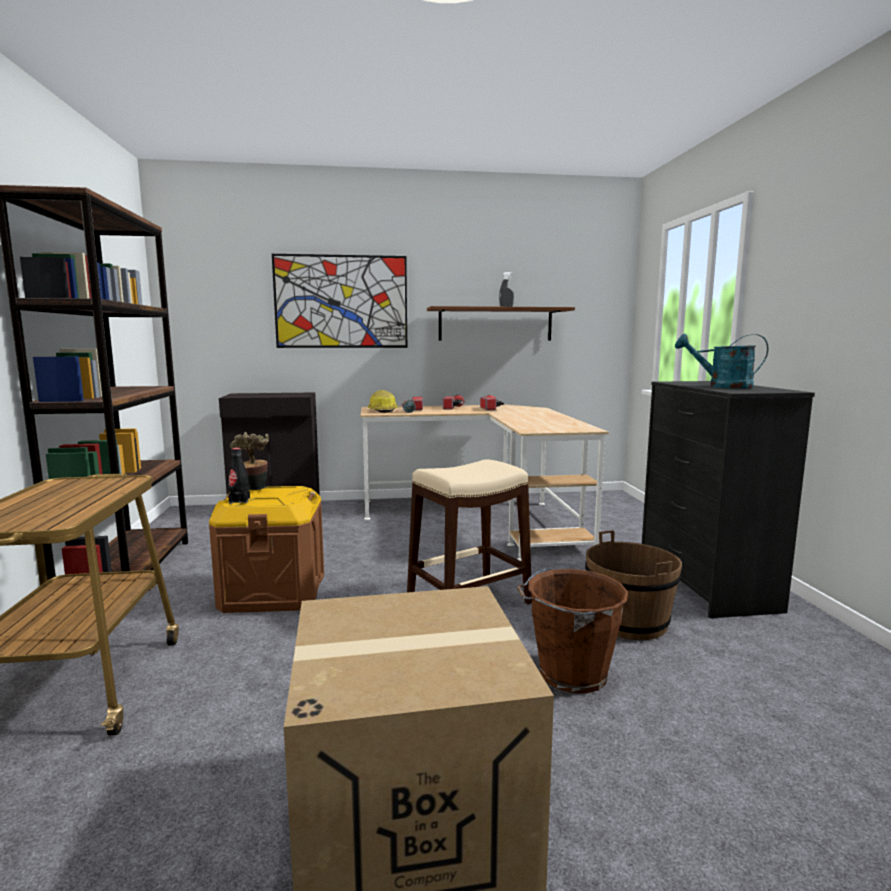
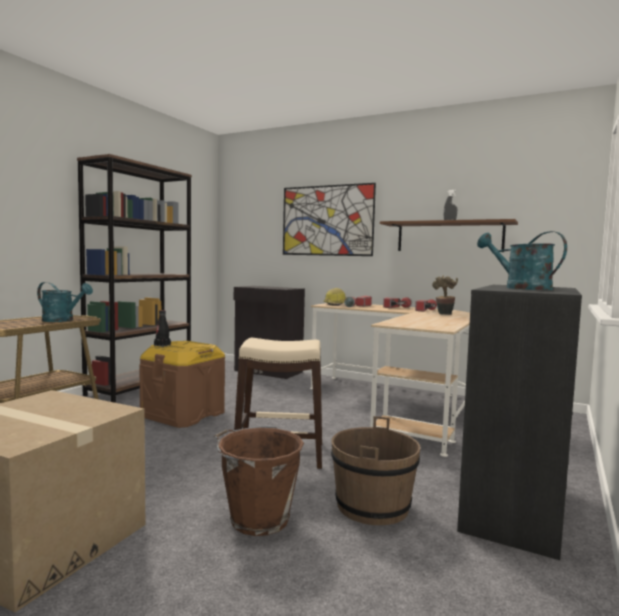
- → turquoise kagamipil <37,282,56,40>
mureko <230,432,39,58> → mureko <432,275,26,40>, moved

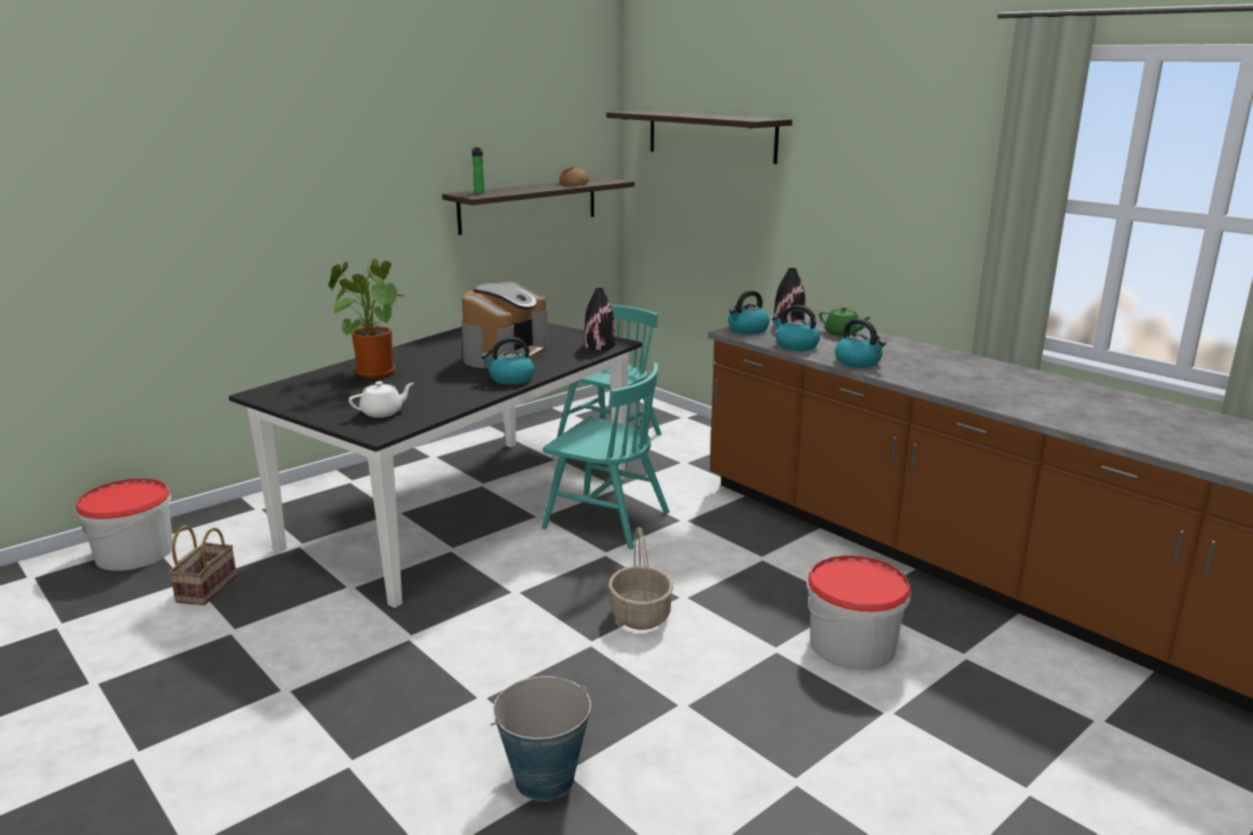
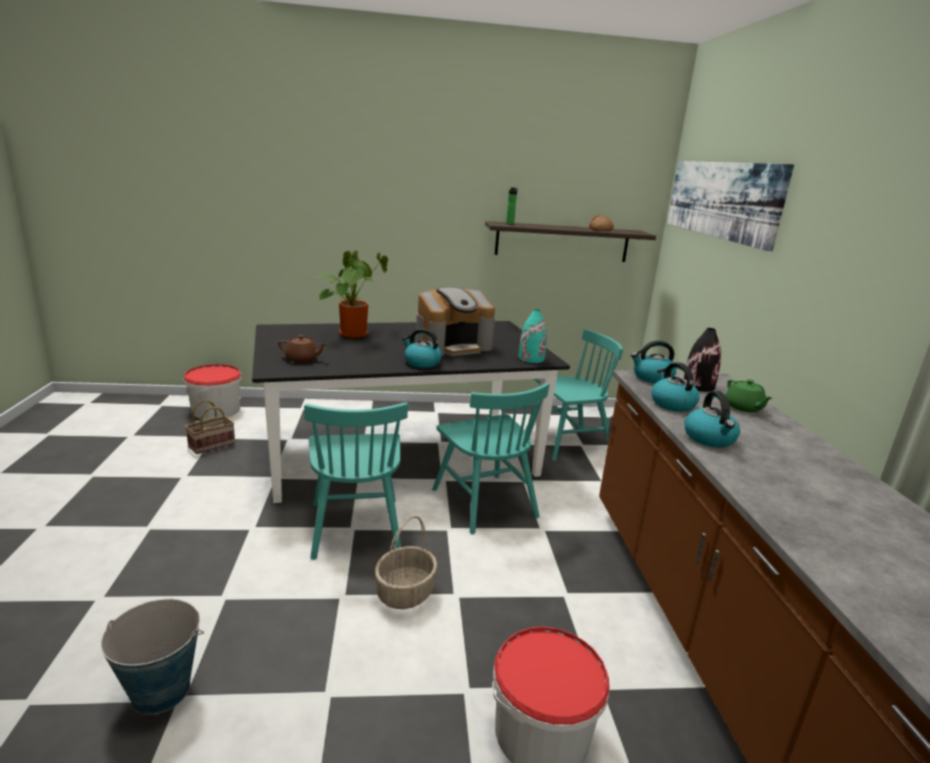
- → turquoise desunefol <304,402,104,158>
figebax <606,111,186,53> → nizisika <667,161,127,90>
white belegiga <349,381,65,37> → brown belegiga <278,335,49,27>
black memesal <585,288,30,62> → turquoise memesal <519,309,28,54>

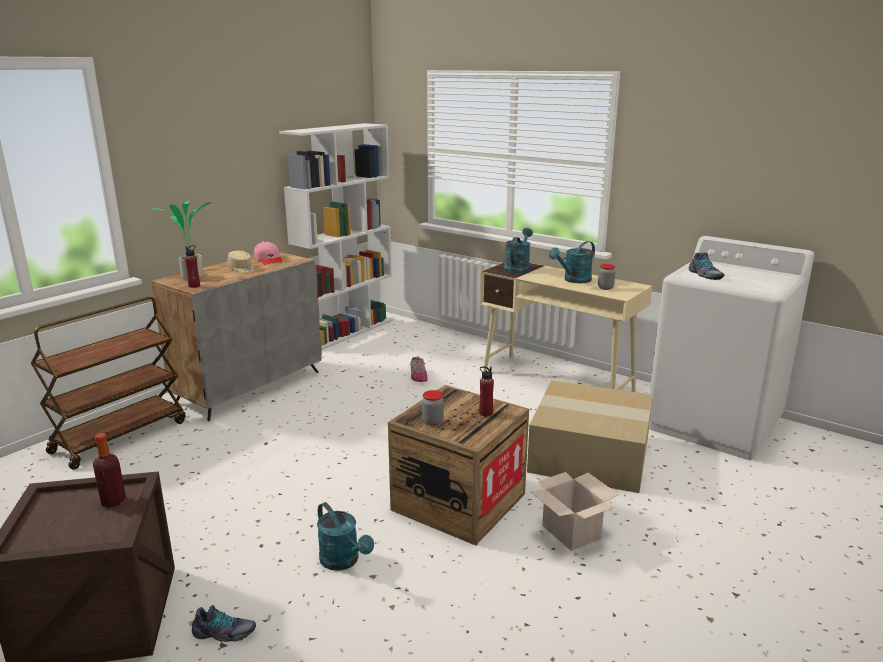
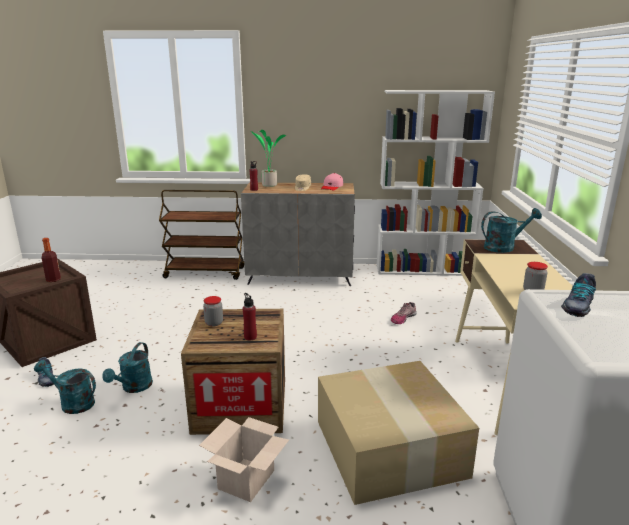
turquoise kagamipil <549,241,46,42> → turquoise kagamipil <34,360,62,54>, moved

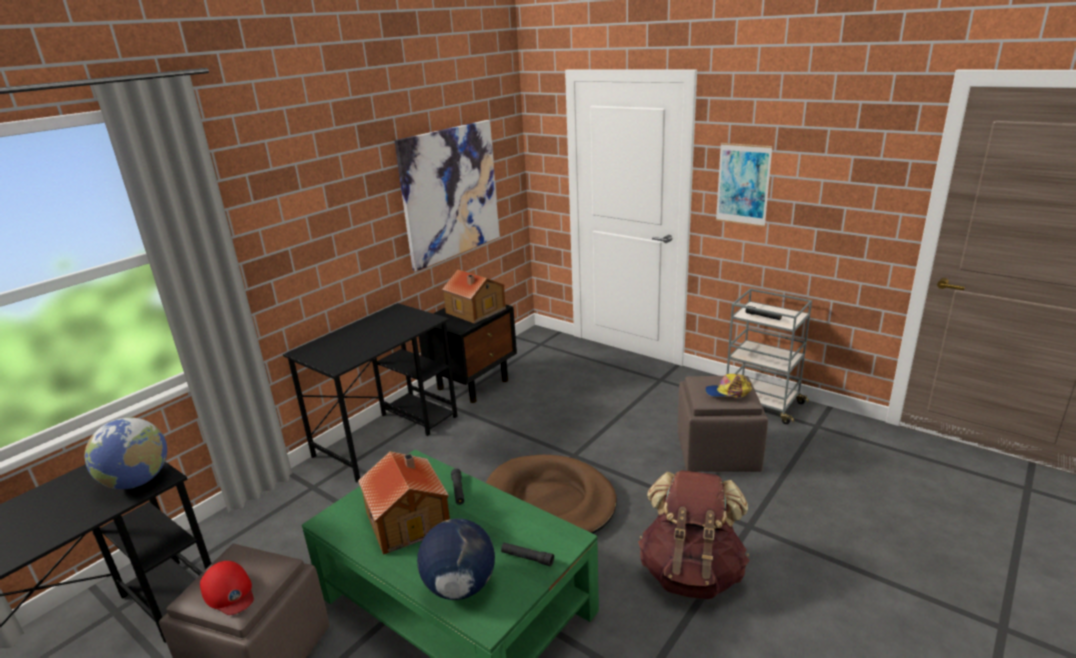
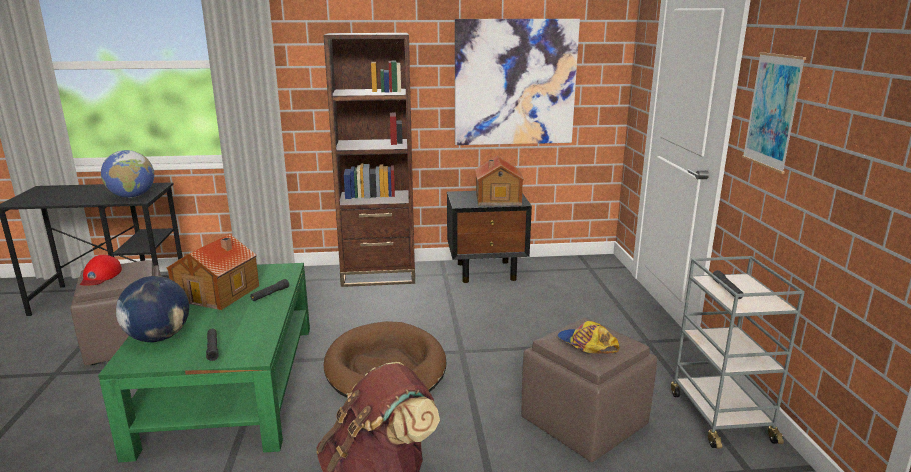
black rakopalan <283,303,174,179> → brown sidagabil <323,33,92,254>

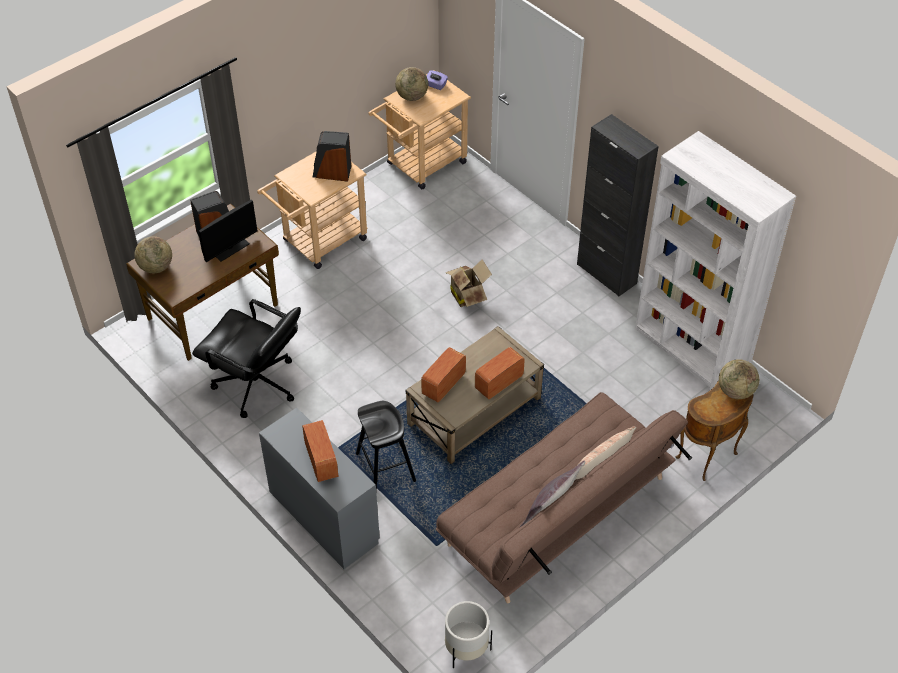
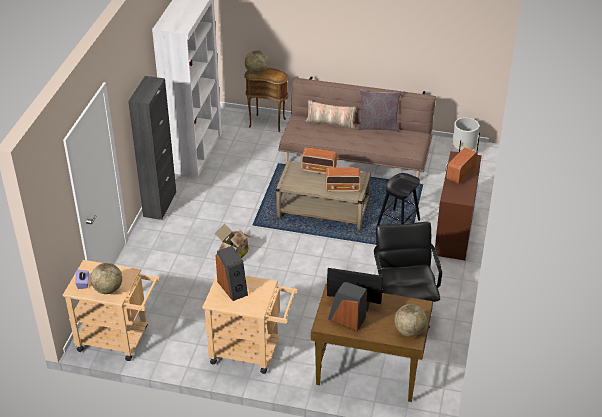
grey rakopalan <259,408,121,161> → brown rakopalan <435,151,47,109>

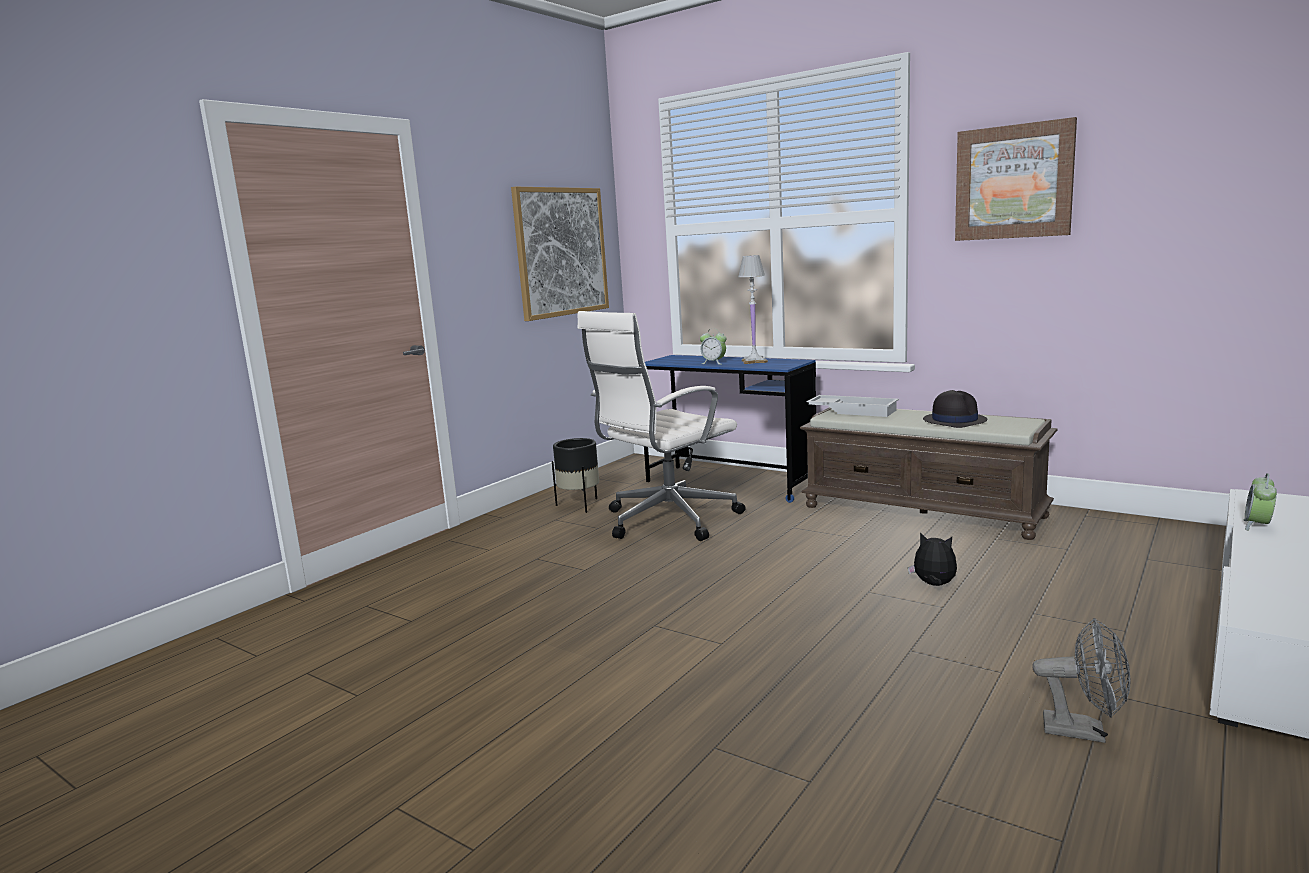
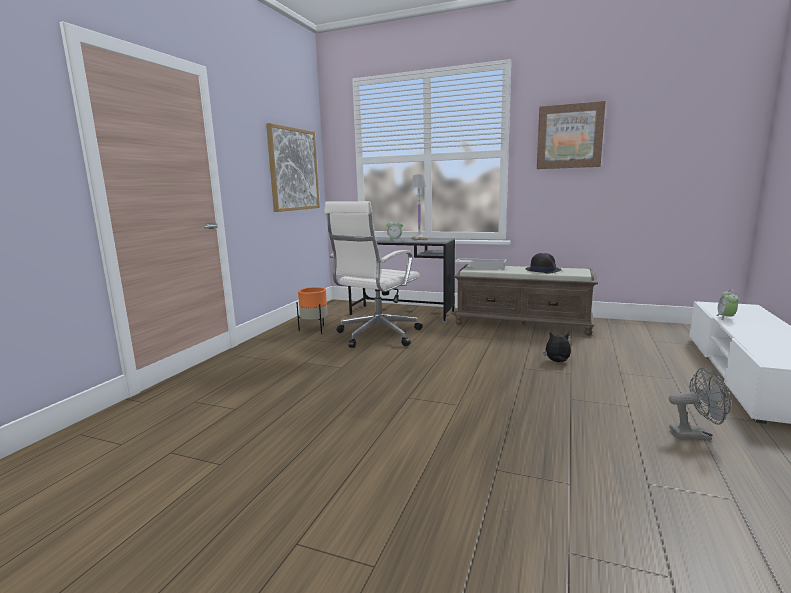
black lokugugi <552,438,47,75> → orange lokugugi <296,287,32,47>
blue rakopalan <644,355,172,148> → grey rakopalan <348,237,108,86>

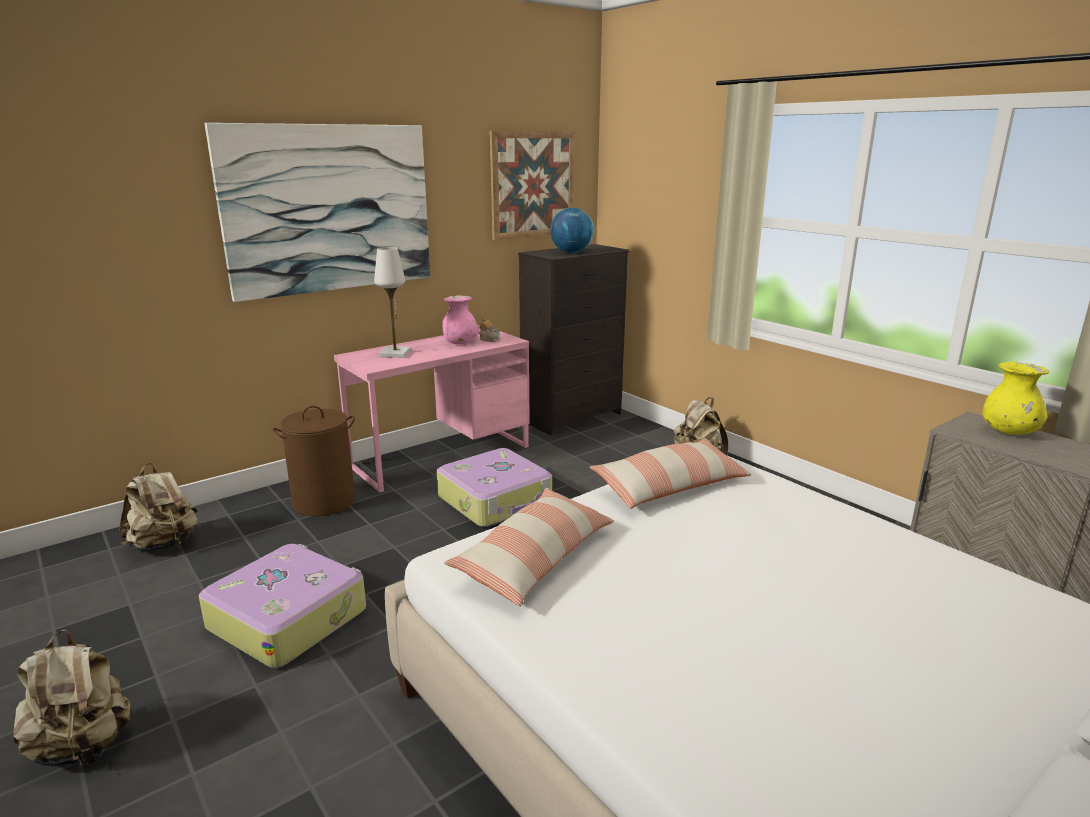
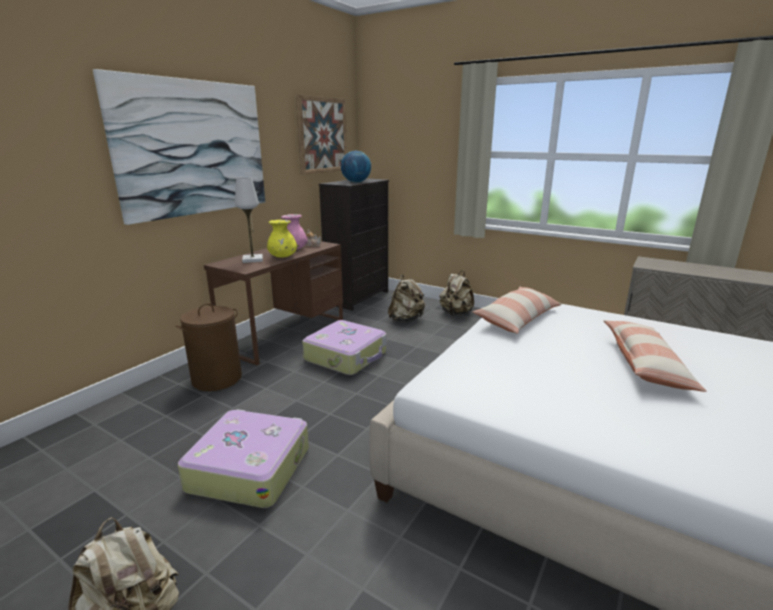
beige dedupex <119,463,79,89> → beige dedupex <388,275,37,47>, moved
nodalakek <444,488,170,119> → nodalakek <604,320,102,72>, moved
yellow memesal <982,362,67,73> → yellow memesal <267,220,30,38>, moved
pink rakopalan <334,329,196,163> → brown rakopalan <204,241,139,124>

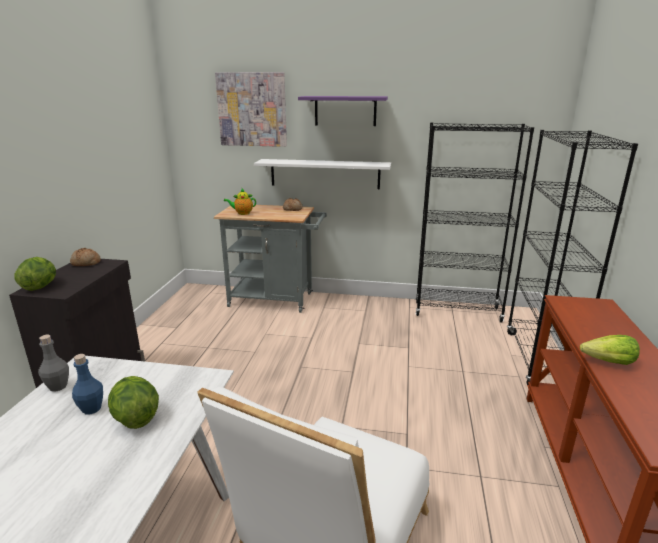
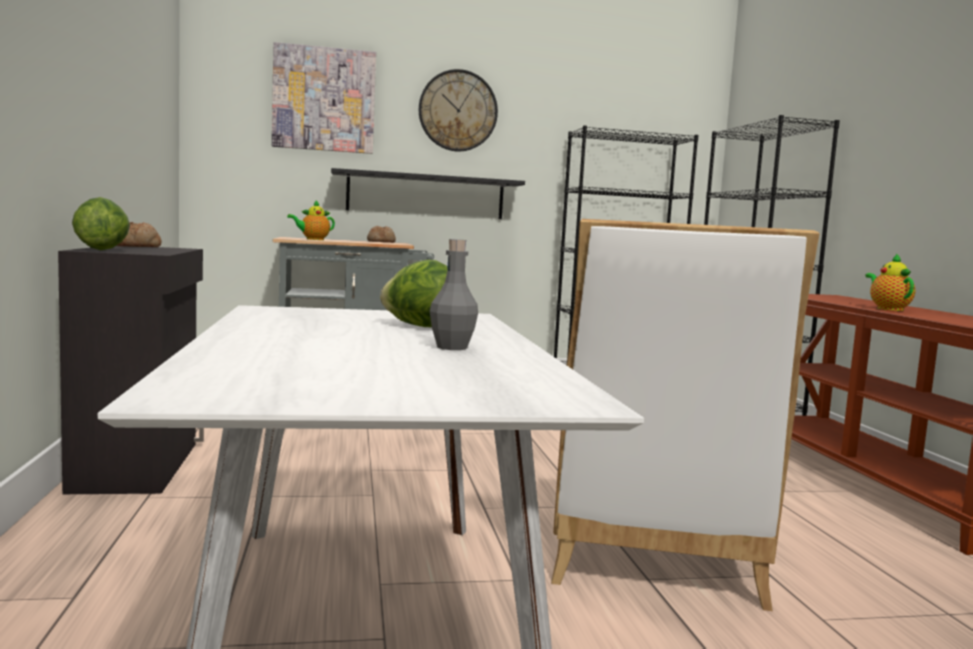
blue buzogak <72,354,31,61> → -
grey buzogak <38,335,31,57> → grey buzogak <430,239,48,111>, moved
purple figebax <298,96,90,30> → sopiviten <419,69,79,82>
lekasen <580,335,60,30> → belegiga <865,253,50,58>
white figebax <254,159,137,30> → black figebax <331,168,194,51>

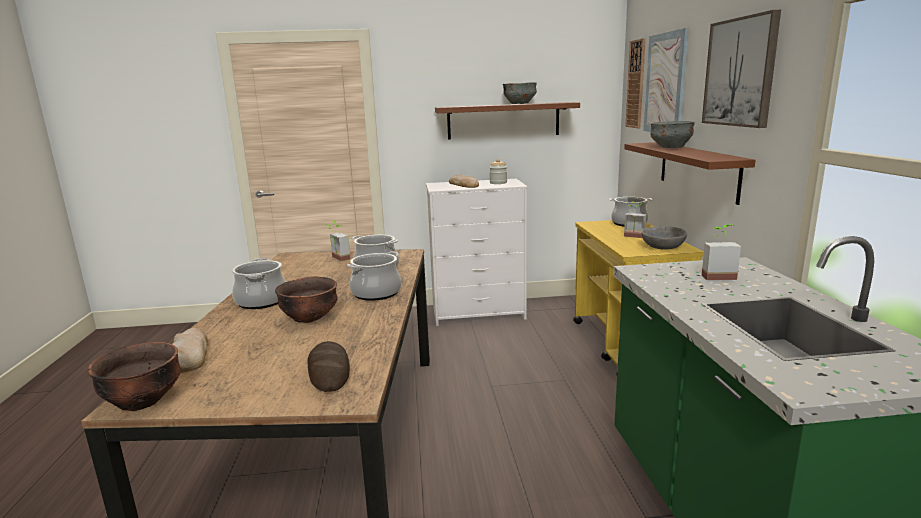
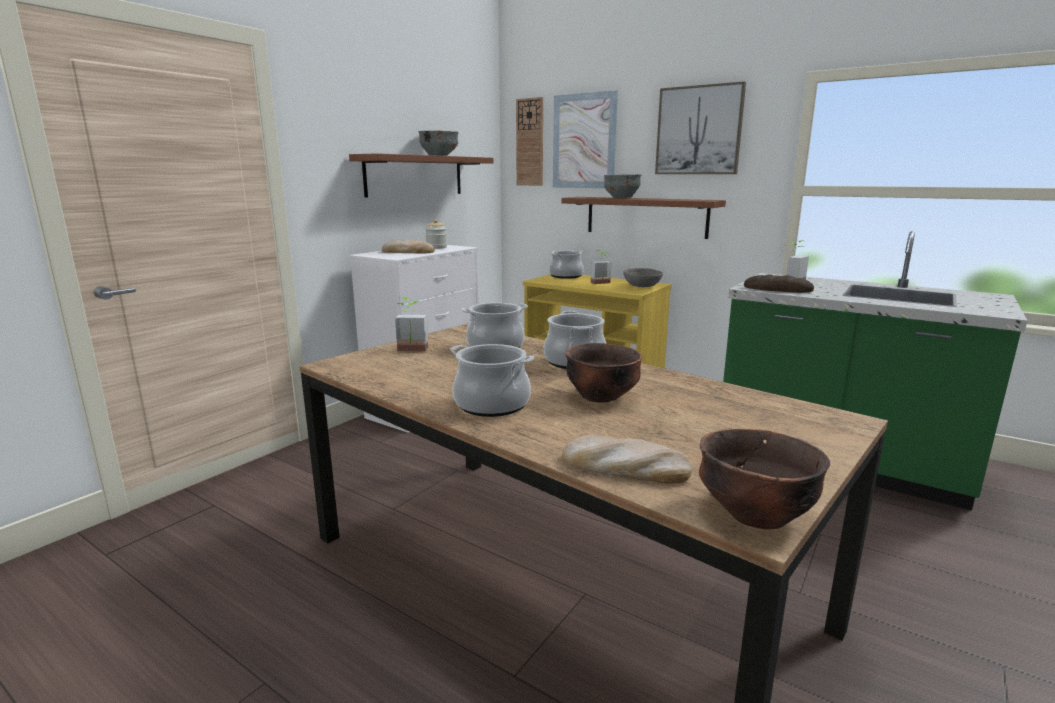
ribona <307,341,43,51> → ribona <744,275,70,18>, moved

